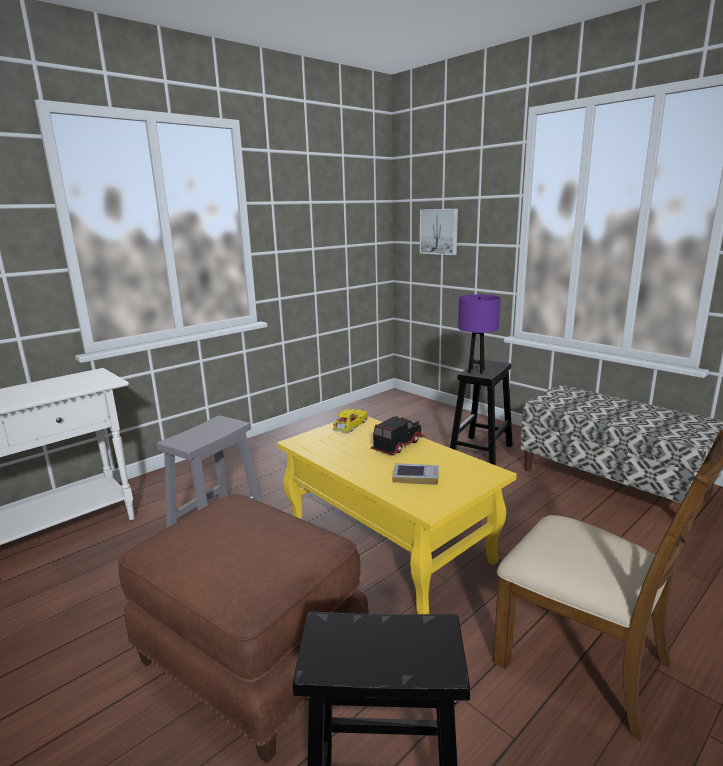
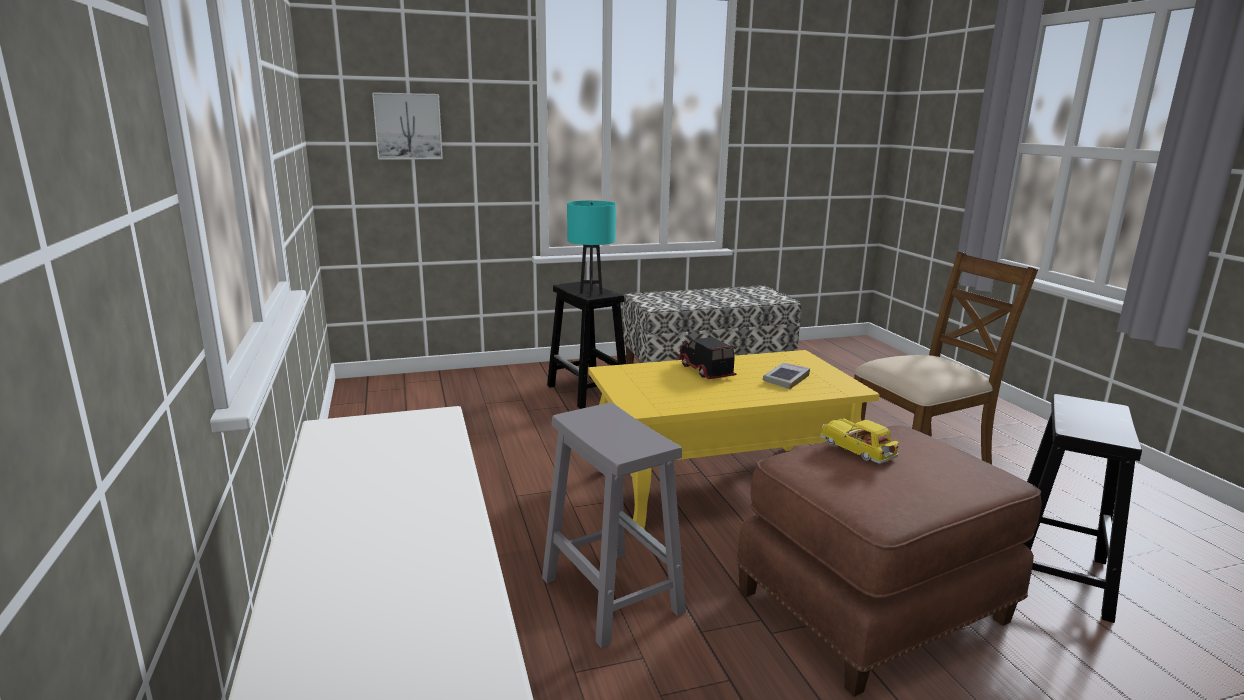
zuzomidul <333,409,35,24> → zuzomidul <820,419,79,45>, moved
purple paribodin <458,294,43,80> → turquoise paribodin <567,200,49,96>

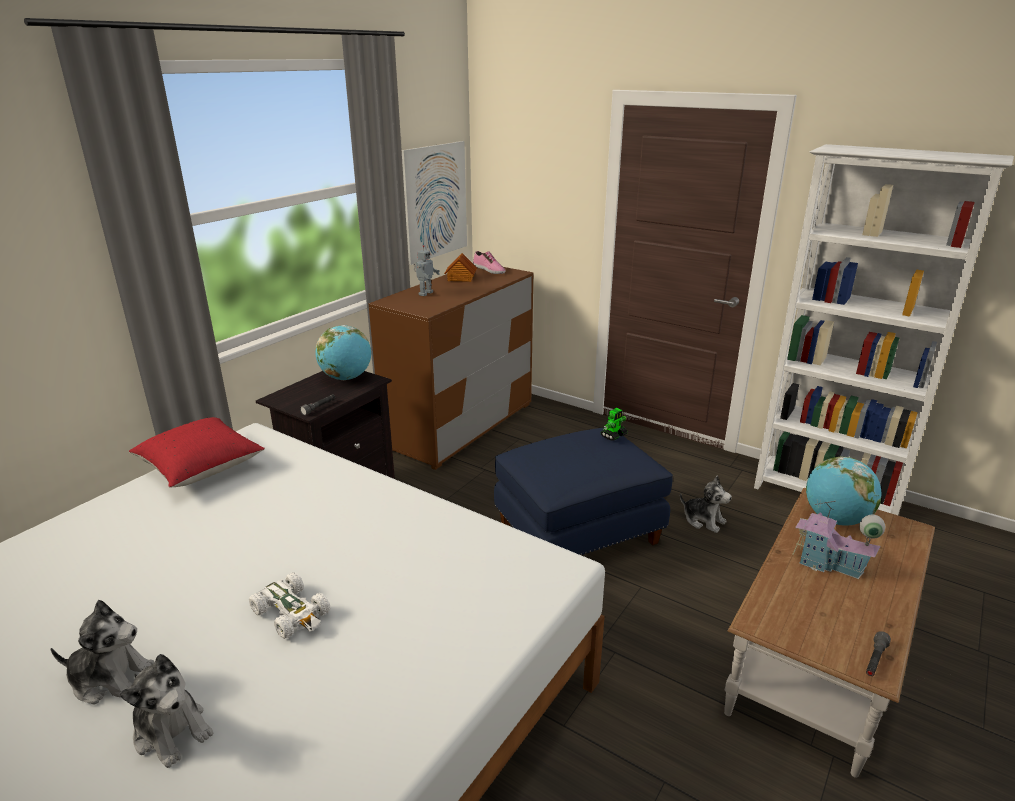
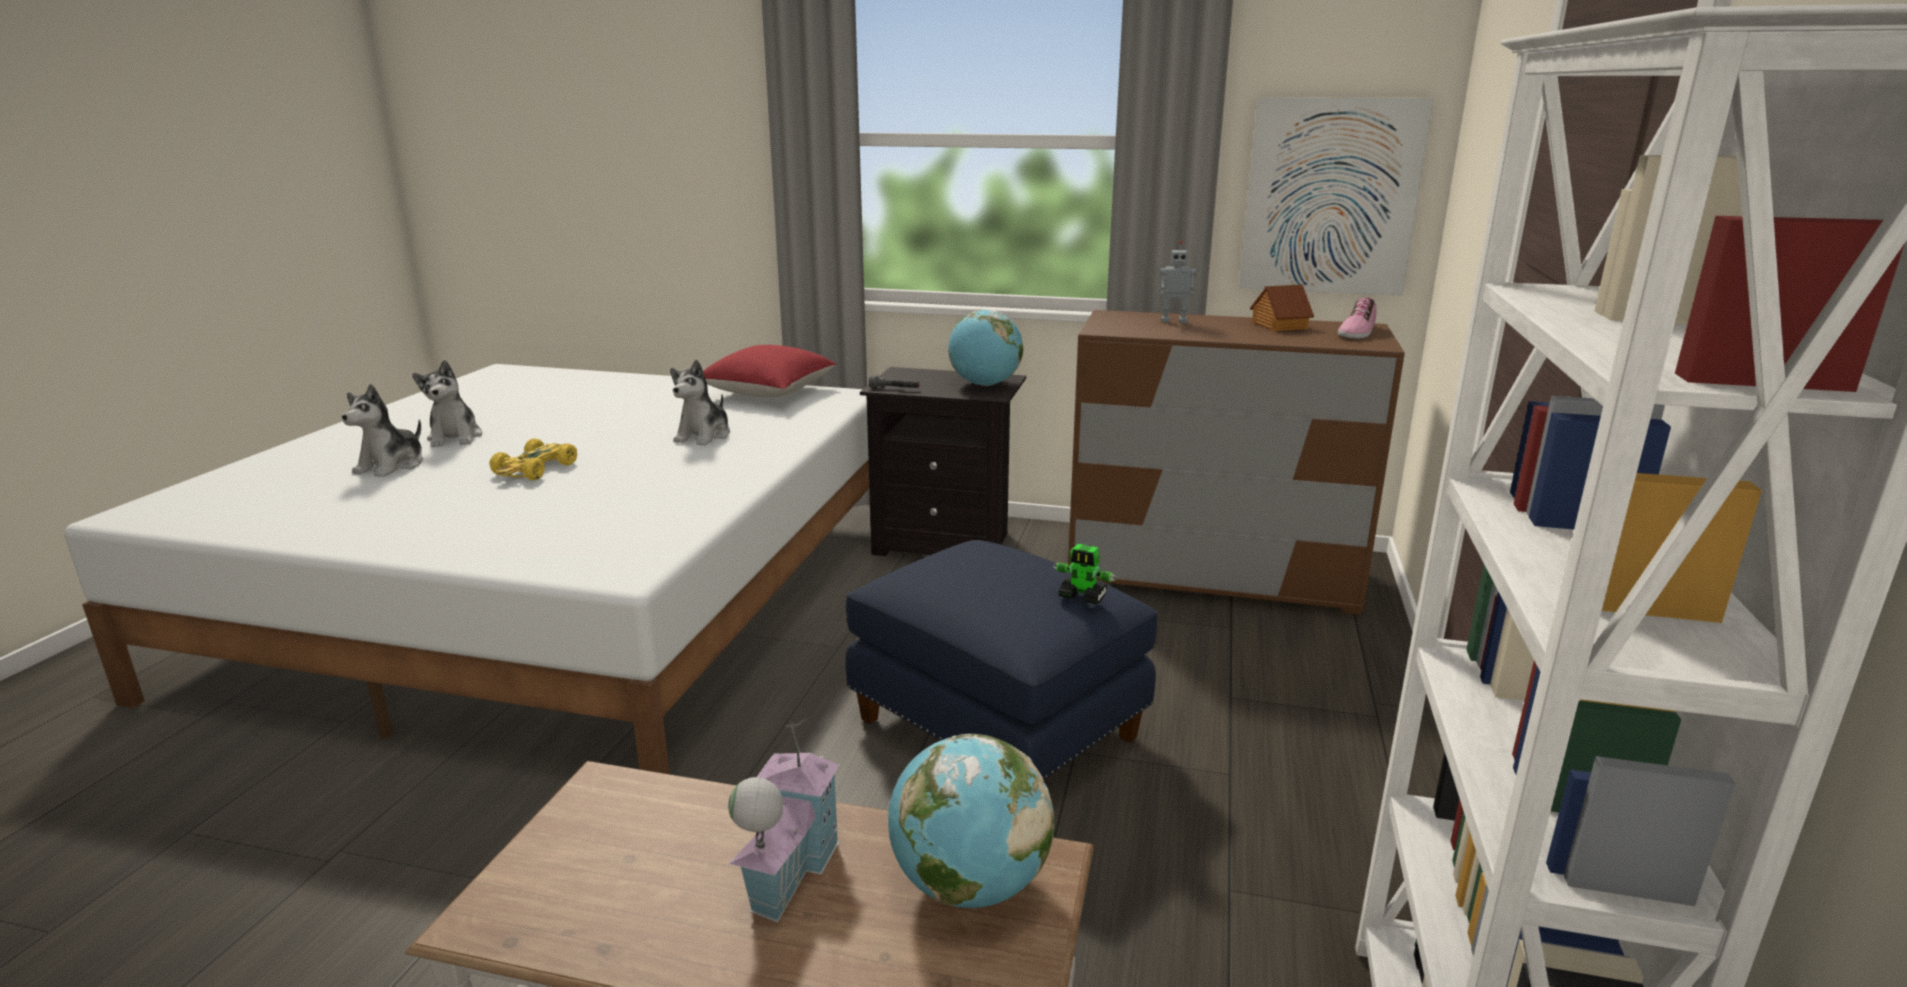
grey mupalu <866,631,25,45> → -
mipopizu <680,475,52,58> → mipopizu <670,360,60,86>, moved
white zuzomidul <249,572,81,67> → yellow zuzomidul <489,438,88,42>

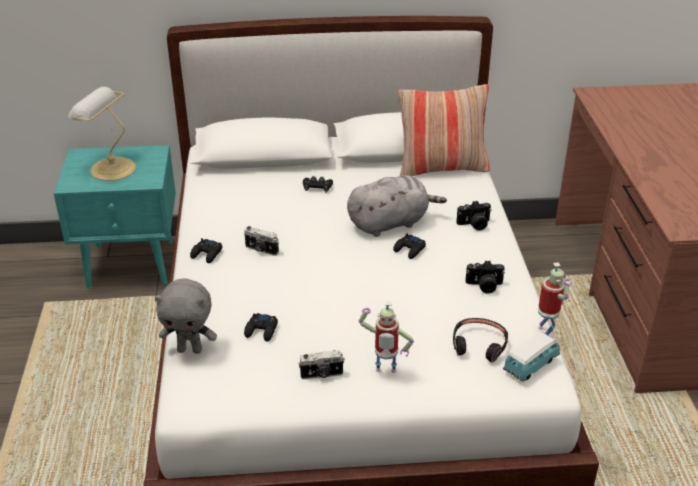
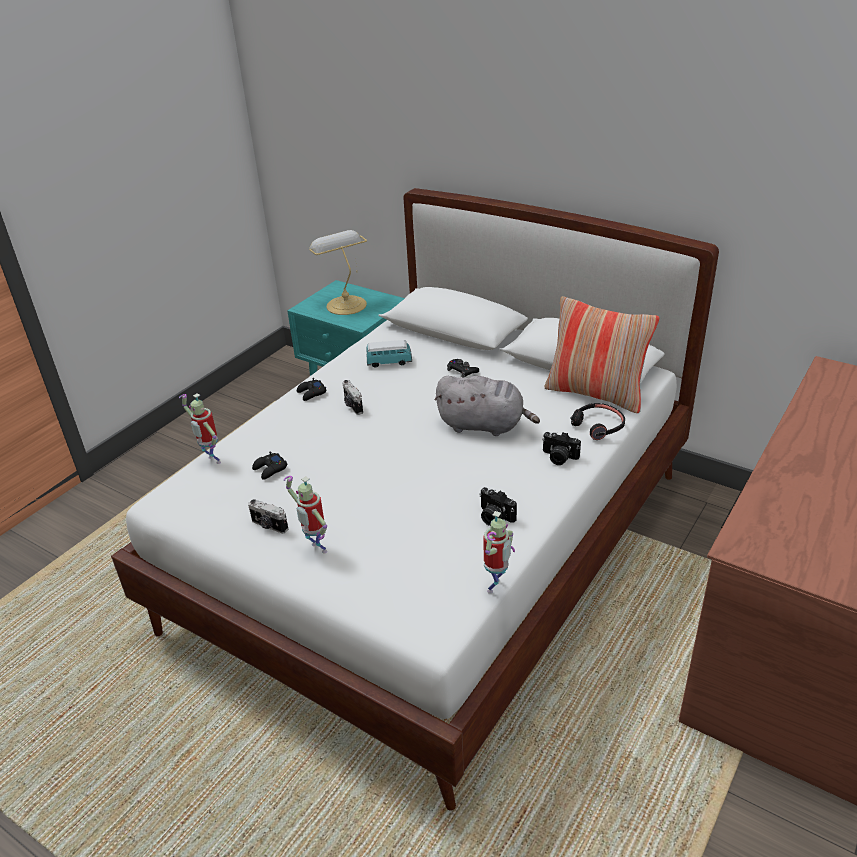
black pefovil <393,233,33,26> → -
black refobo <453,318,55,44> → black refobo <571,403,54,37>, moved
zuzomidul <503,332,57,50> → zuzomidul <366,340,46,28>, moved
grey mipopizu <155,278,62,76> → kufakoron <179,394,42,70>

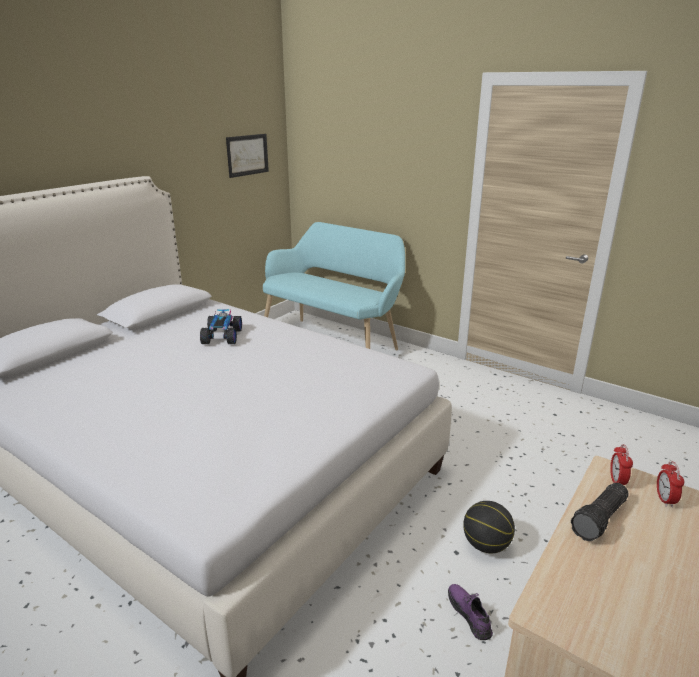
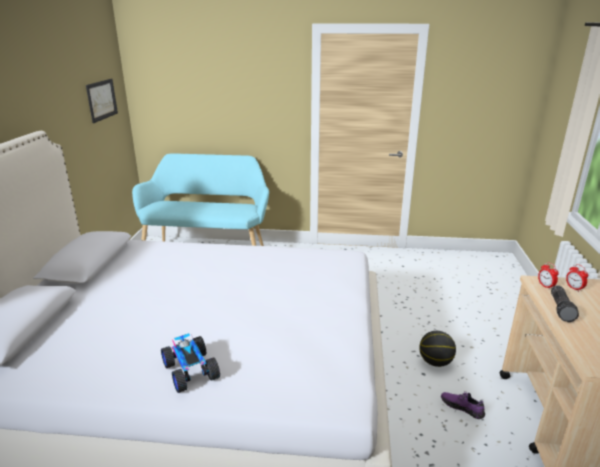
zuzomidul <200,309,42,35> → zuzomidul <161,333,59,60>, moved

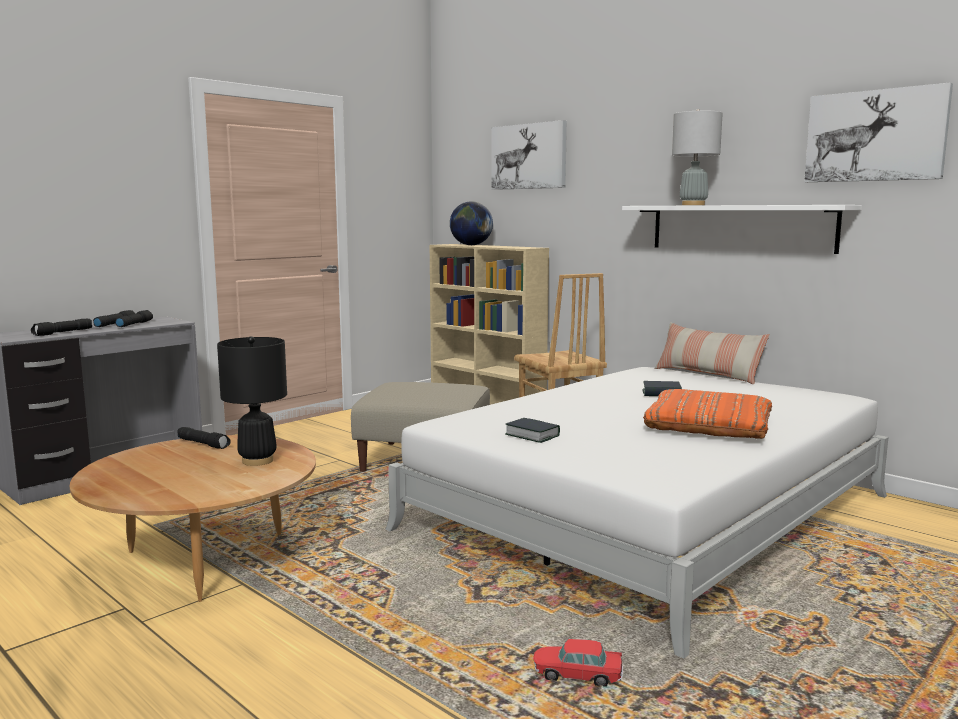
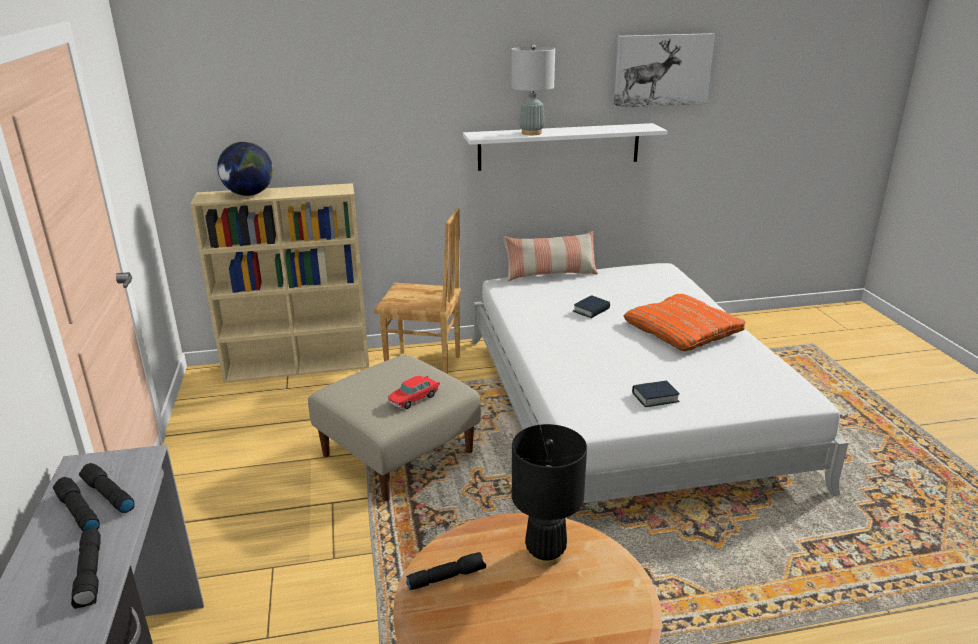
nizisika <491,120,76,70> → -
zuzomidul <533,639,90,48> → zuzomidul <388,375,51,34>, moved

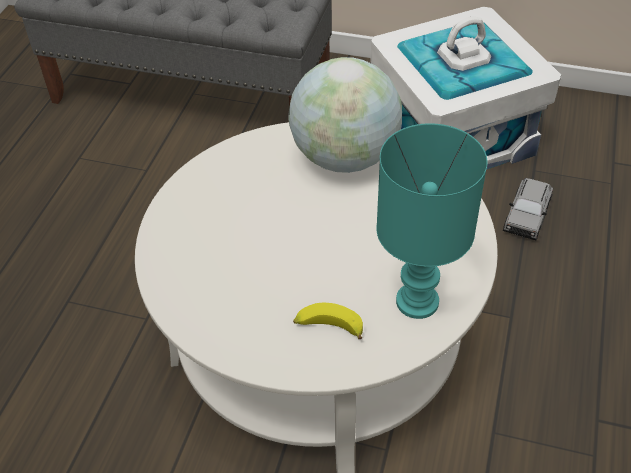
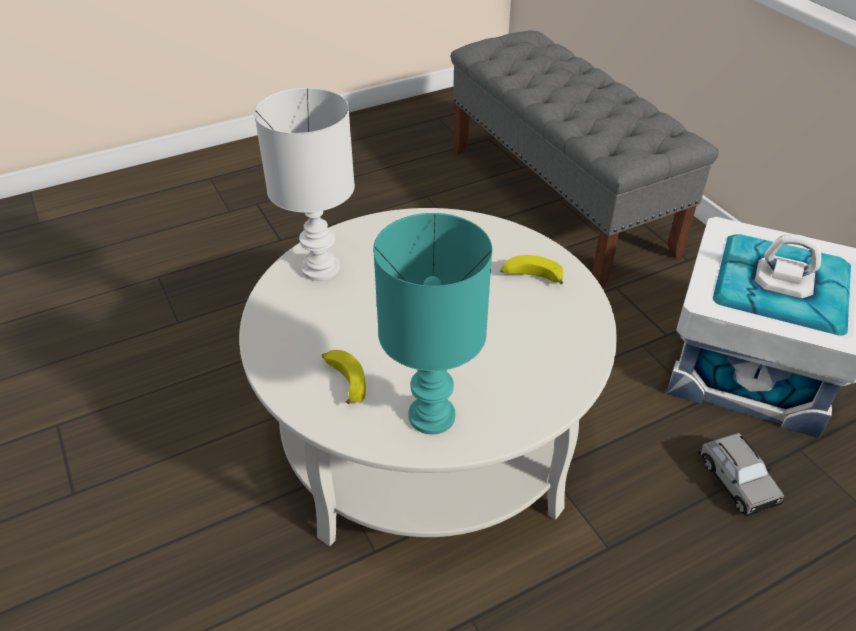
- → white paribodin <254,88,101,193>
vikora <288,57,114,116> → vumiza <500,255,63,29>
grey zuzomidul <503,178,50,62> → grey zuzomidul <698,433,86,83>, 90 degrees counterclockwise

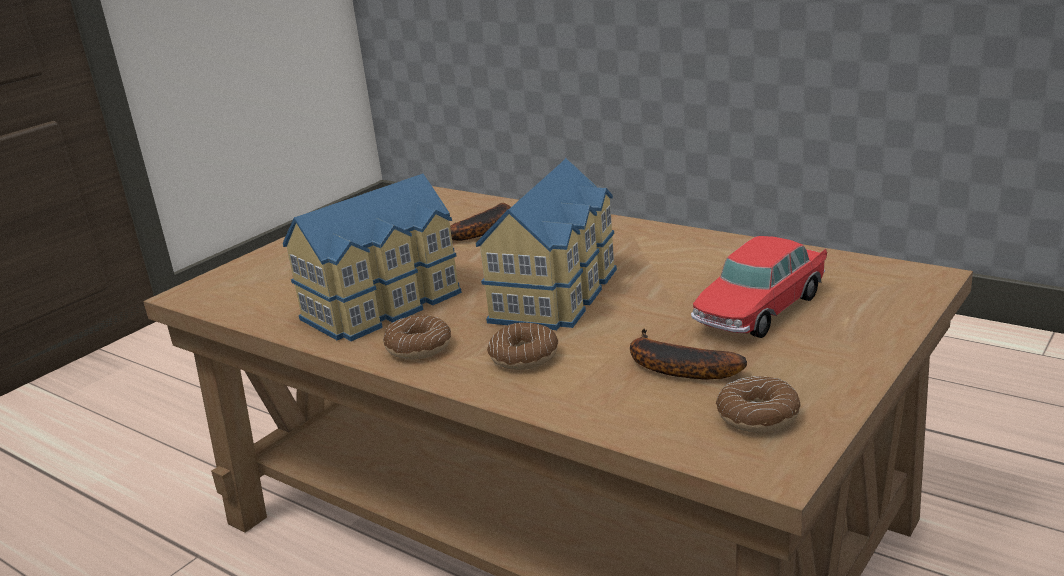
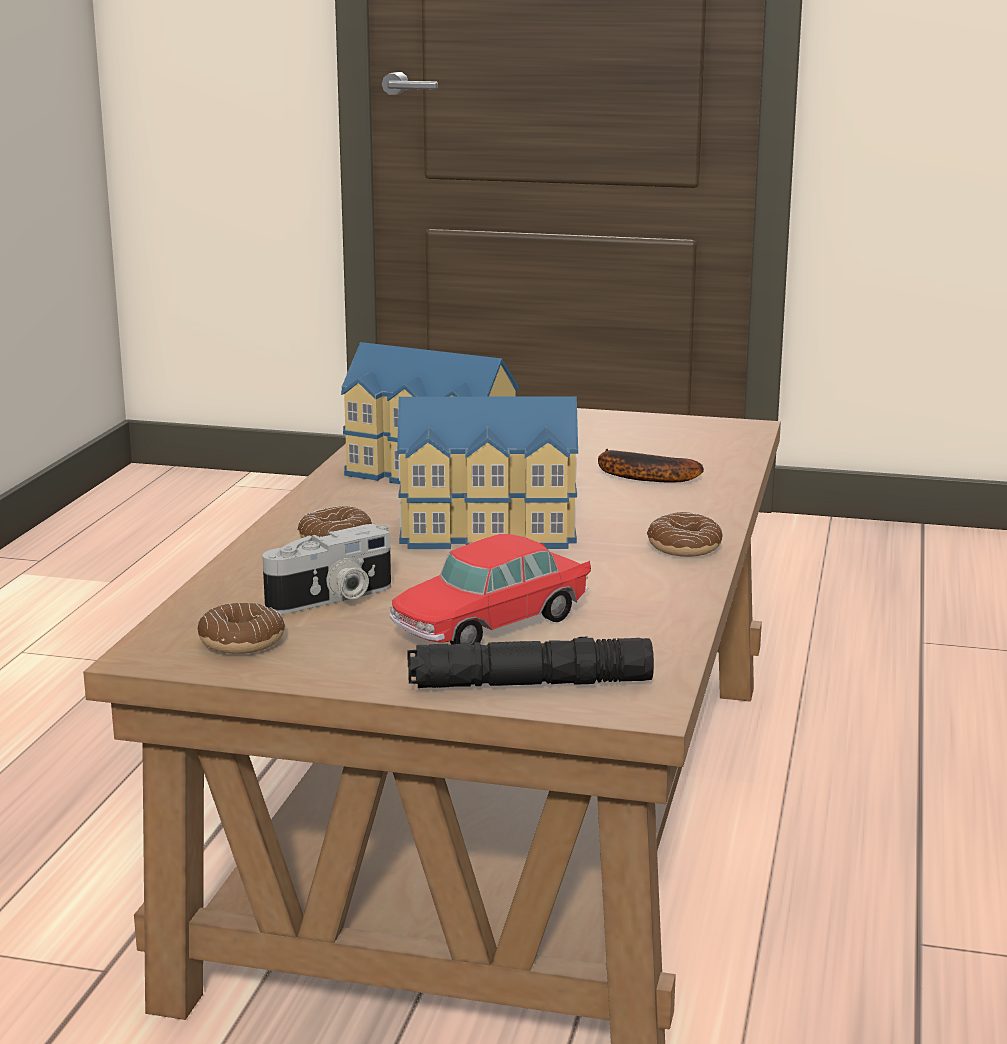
- → black mupalu <408,636,246,52>
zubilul <383,315,68,45> → zubilul <647,512,76,45>, moved
vumiza <630,329,117,51> → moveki <262,524,129,90>
zuzomidul <691,236,136,102> → zuzomidul <390,534,201,111>, 60 degrees counterclockwise

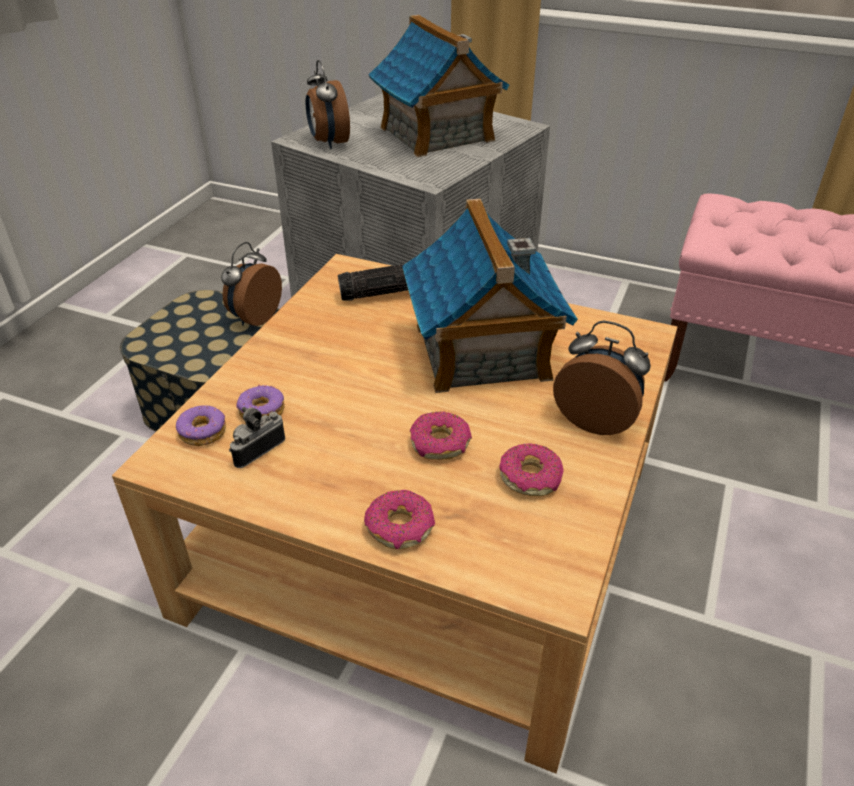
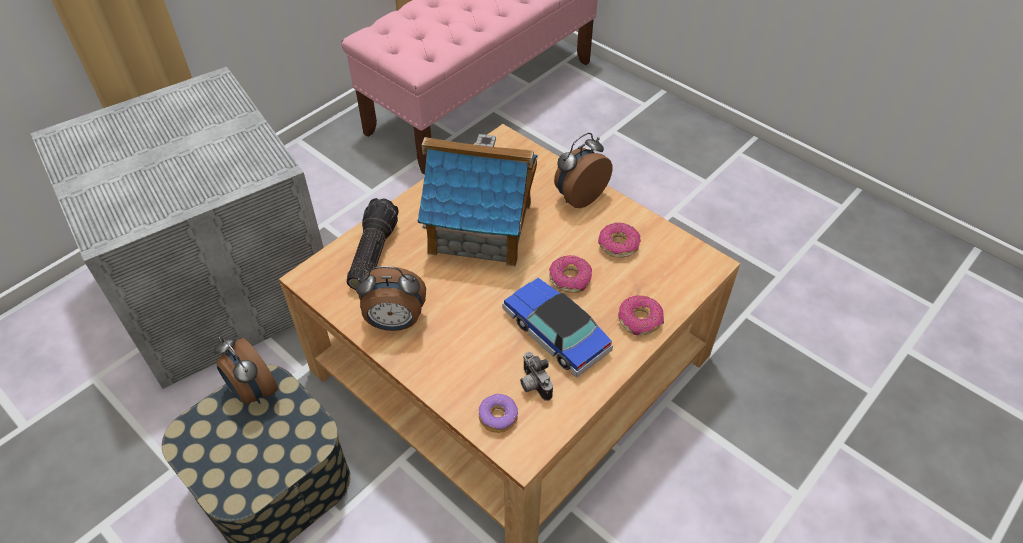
zubilul <236,384,49,35> → -
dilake <368,15,141,142> → -
- → zuzomidul <502,278,111,100>
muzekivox <306,60,44,89> → muzekivox <356,266,70,65>, moved

